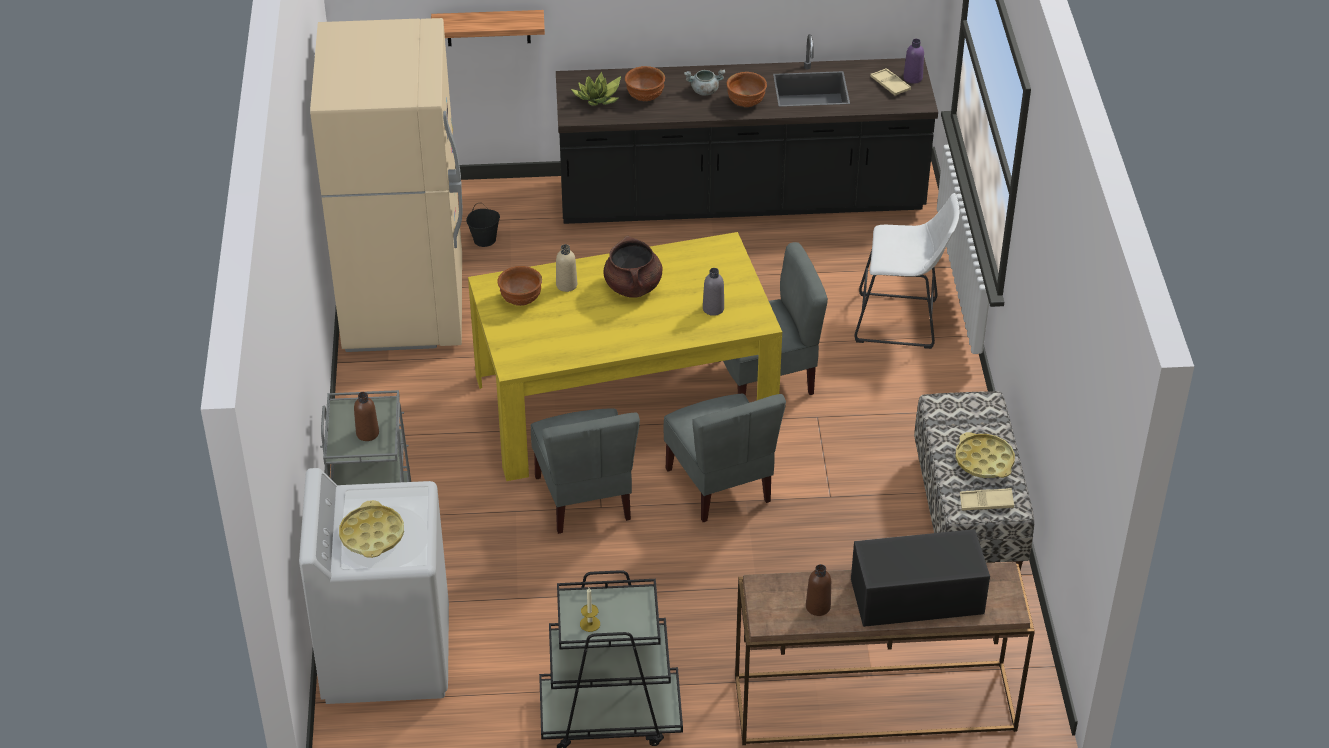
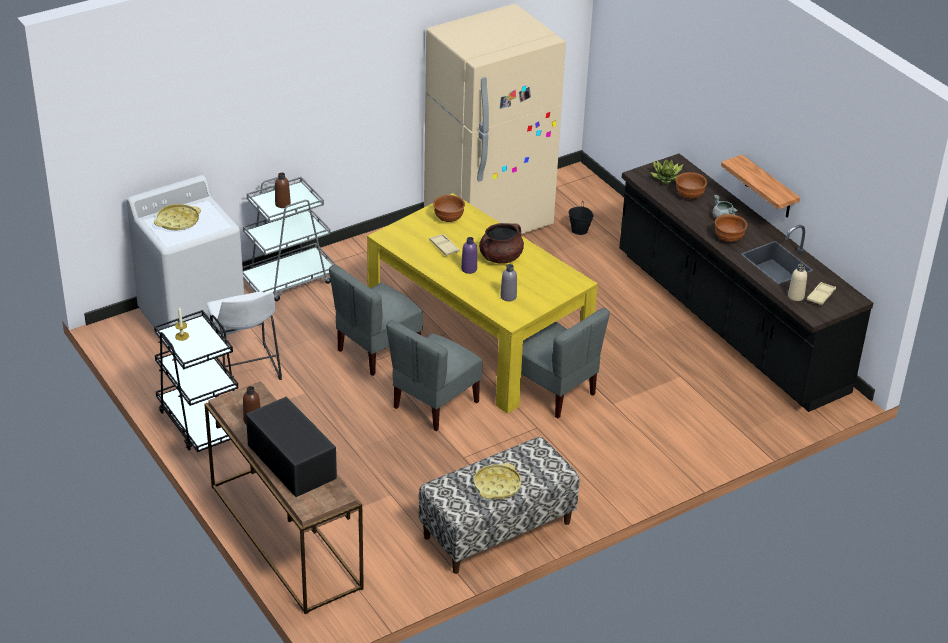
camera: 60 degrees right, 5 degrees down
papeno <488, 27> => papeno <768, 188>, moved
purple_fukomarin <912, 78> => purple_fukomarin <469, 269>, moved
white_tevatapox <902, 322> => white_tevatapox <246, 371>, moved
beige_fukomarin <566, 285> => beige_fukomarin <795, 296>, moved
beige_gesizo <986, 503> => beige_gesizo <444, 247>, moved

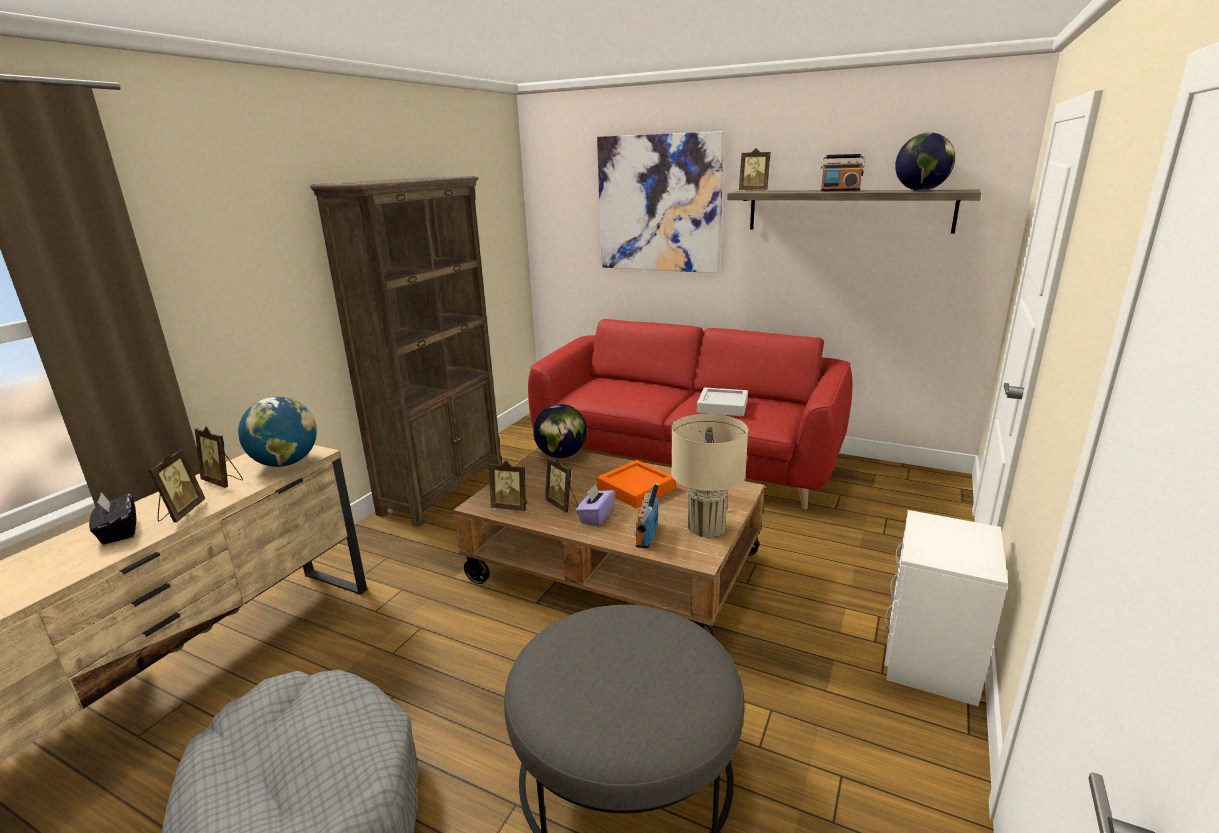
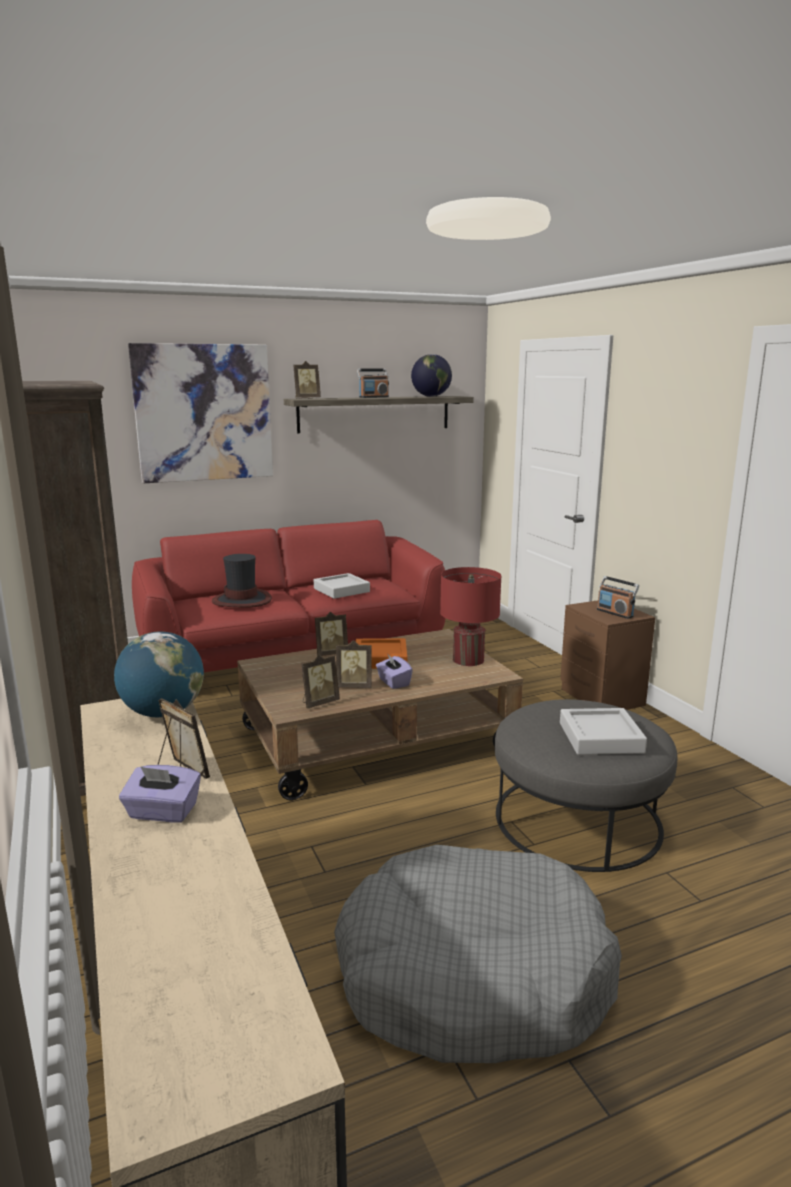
camera: 50 degrees left, 5 degrees down
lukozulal <561, 455> => nothing
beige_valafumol <706, 527> => red_valafumol <468, 660>
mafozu <223, 481> => mafozu <331, 653>, moved
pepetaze <646, 534> => pepetaze <615, 613>, moved
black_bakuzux <119, 532> => purple_bakuzux <162, 812>
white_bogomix <928, 659> => brown_bogomix <602, 698>
nothing => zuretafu <242, 600>
nothing => grey_gesizo <600, 738>

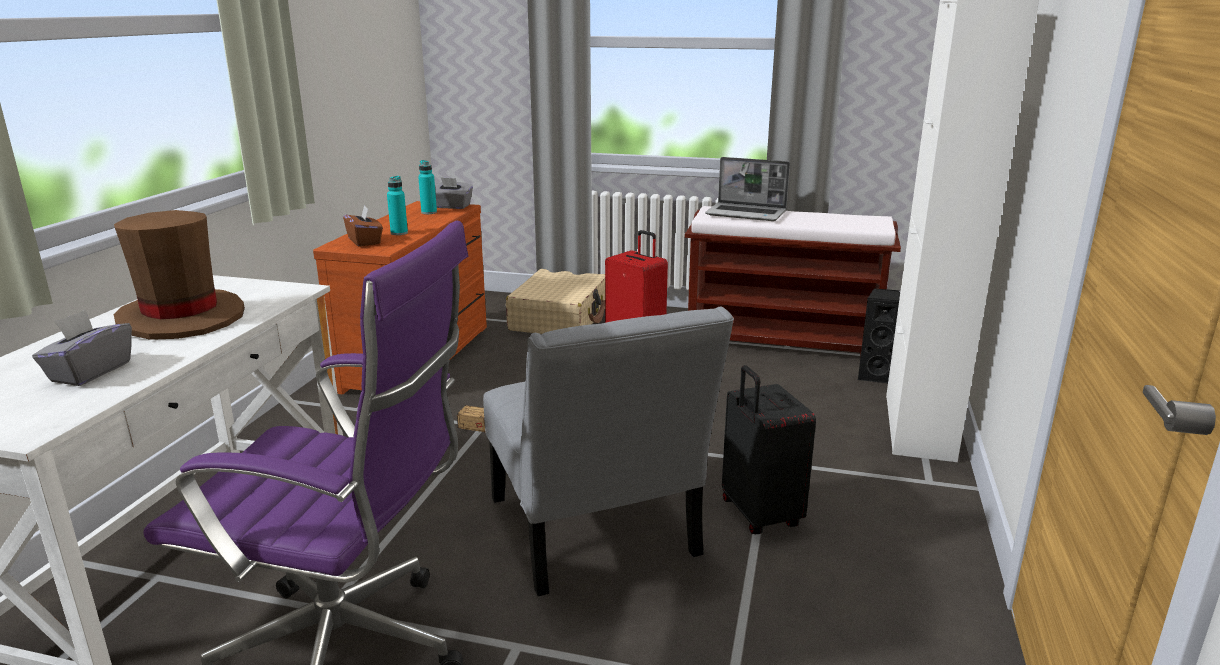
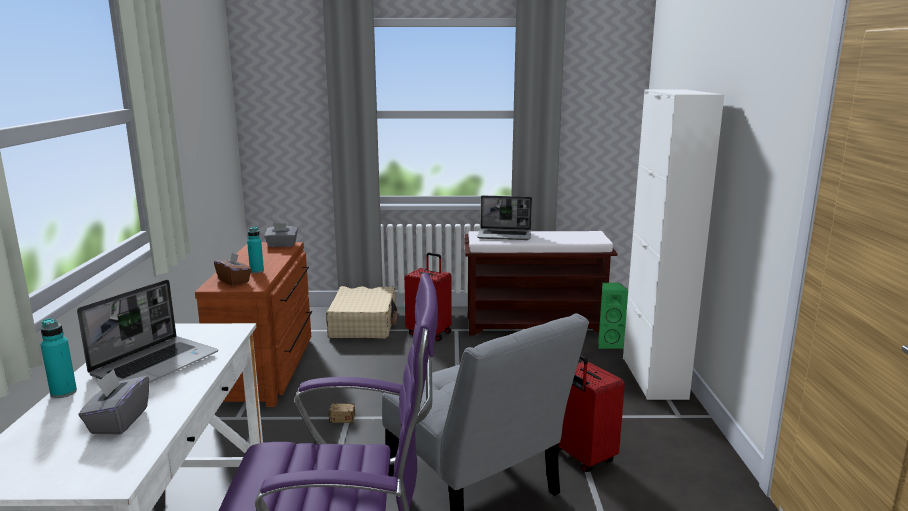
camera: 15 degrees left, 5 degrees down
turquoise_fukomarin <429, 212> => turquoise_fukomarin <63, 392>, moved
brown_zuretafu <182, 318> => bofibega <156, 364>
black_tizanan <876, 376> => green_tizanan <609, 344>
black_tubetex <758, 515> => red_tubetex <582, 457>

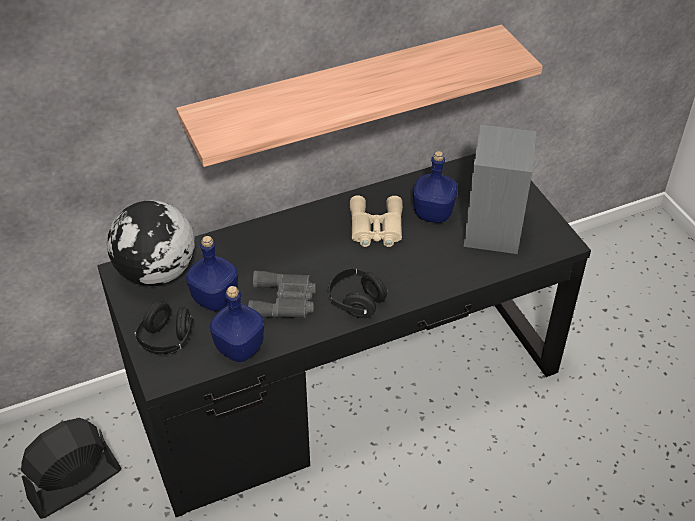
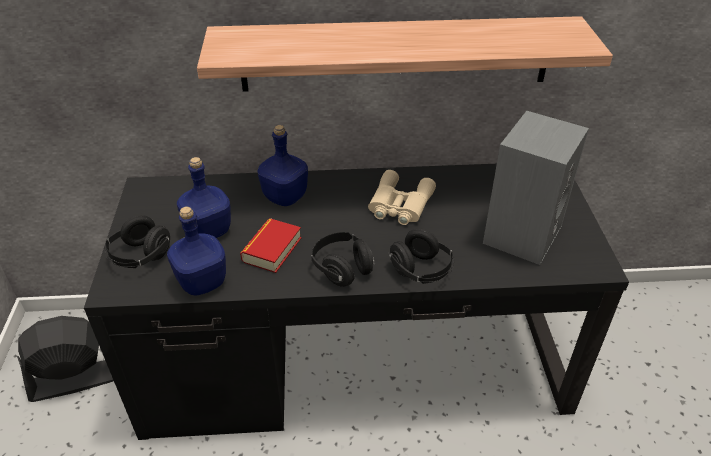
camera: 20 degrees right, 5 degrees down
blue_fukomarin <434, 213> => blue_fukomarin <286, 197>, moved
lukozulal <157, 273> => nothing
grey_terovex <284, 301> => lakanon <272, 249>
nothing => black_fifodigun <421, 271>

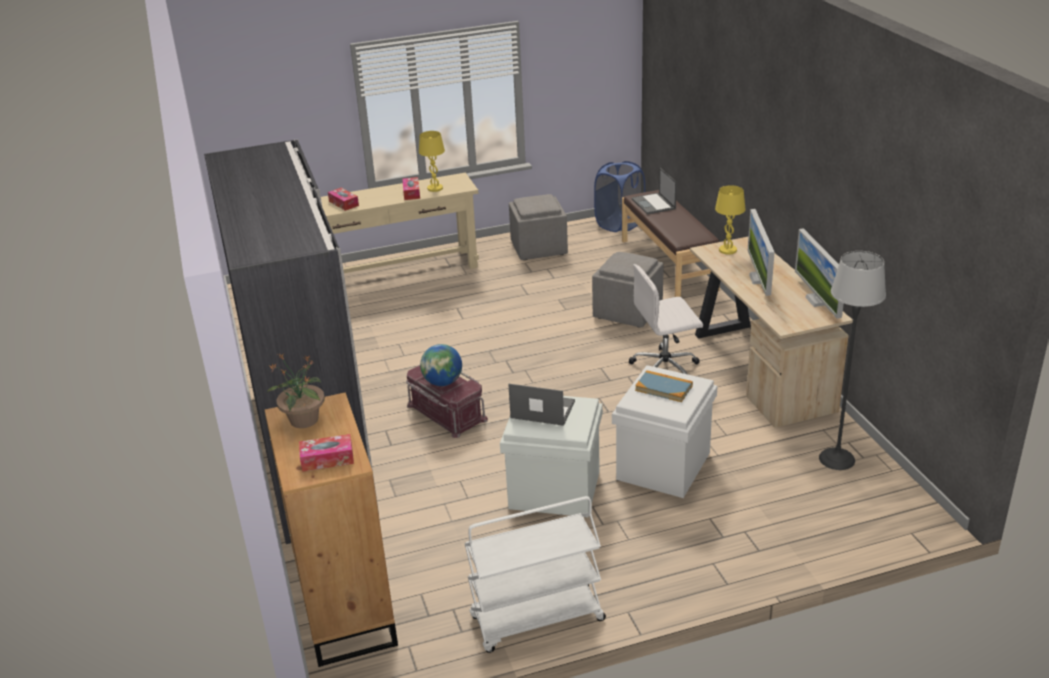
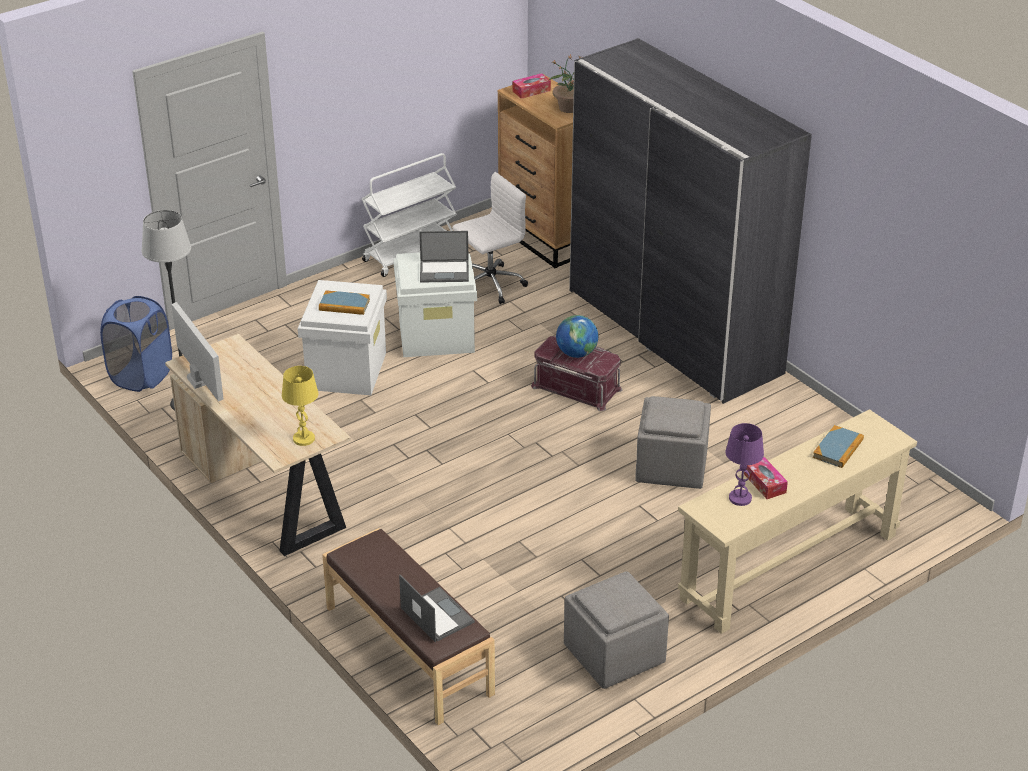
camera: 160 degrees right, 5 degrees up
yellow_valafumol <435, 188> => purple_valafumol <740, 498>
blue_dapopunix <619, 224> => blue_dapopunix <141, 376>, moved
bakuzux <343, 203> => lakanon <838, 449>
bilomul <759, 279> => nothing
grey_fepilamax <628, 312> => grey_fepilamax <670, 466>, moved
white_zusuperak <666, 369> => white_zusuperak <489, 284>, moved

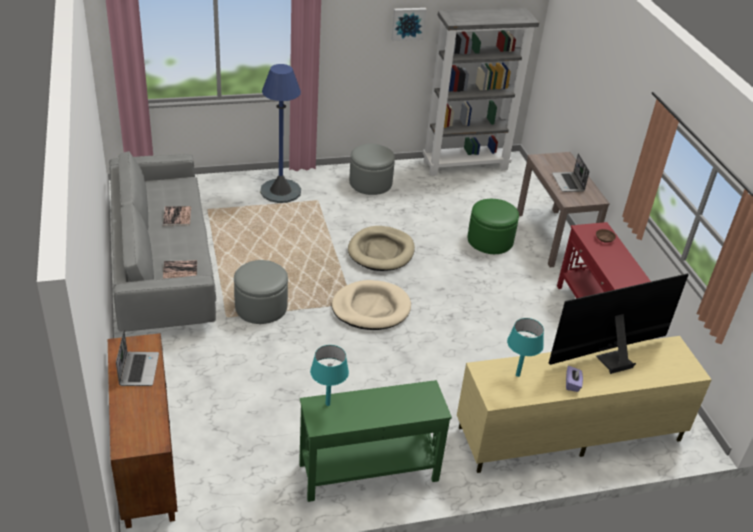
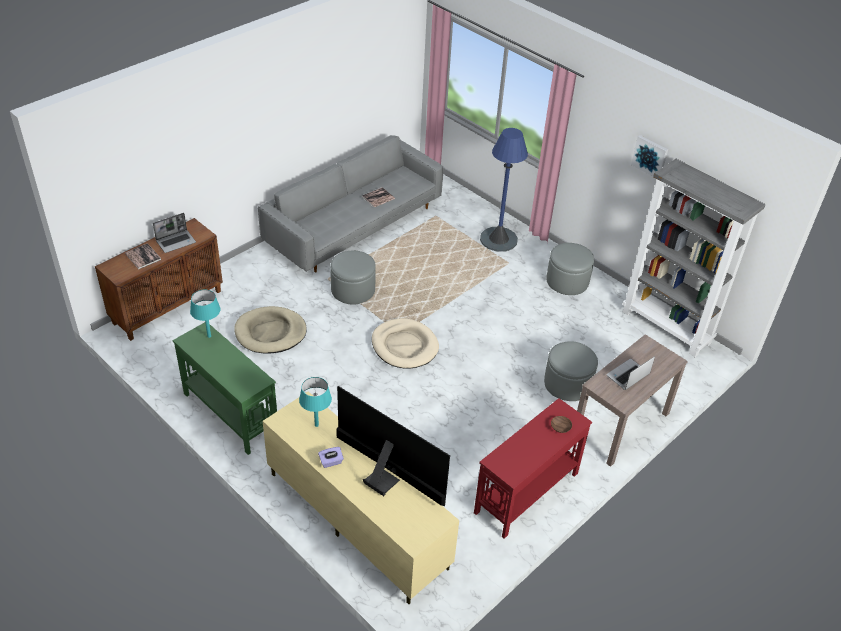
camera: 60 degrees right, 5 degrees up
green_fepilamax <490, 240> => grey_fepilamax <567, 383>
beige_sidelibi <381, 251> => beige_sidelibi <270, 332>, moved
lakanon <180, 271> => lakanon <143, 257>, moved

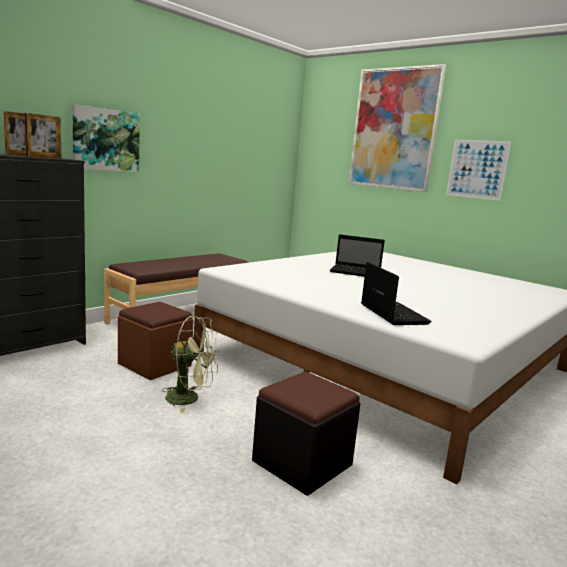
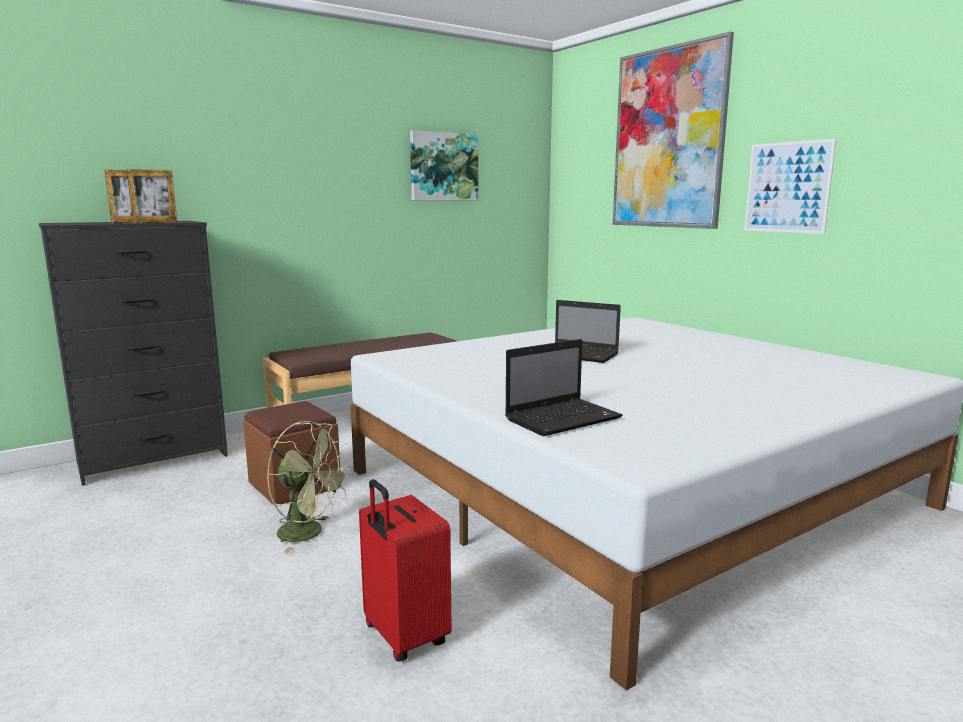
camera: 15 degrees right, 0 degrees up
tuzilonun <106, 140> => tuzilonun <443, 166>, moved
bofibega <392, 314> => bofibega <564, 418>, 60 degrees clockwise
black_fepilamax <302, 463> => red_tubetex <403, 637>

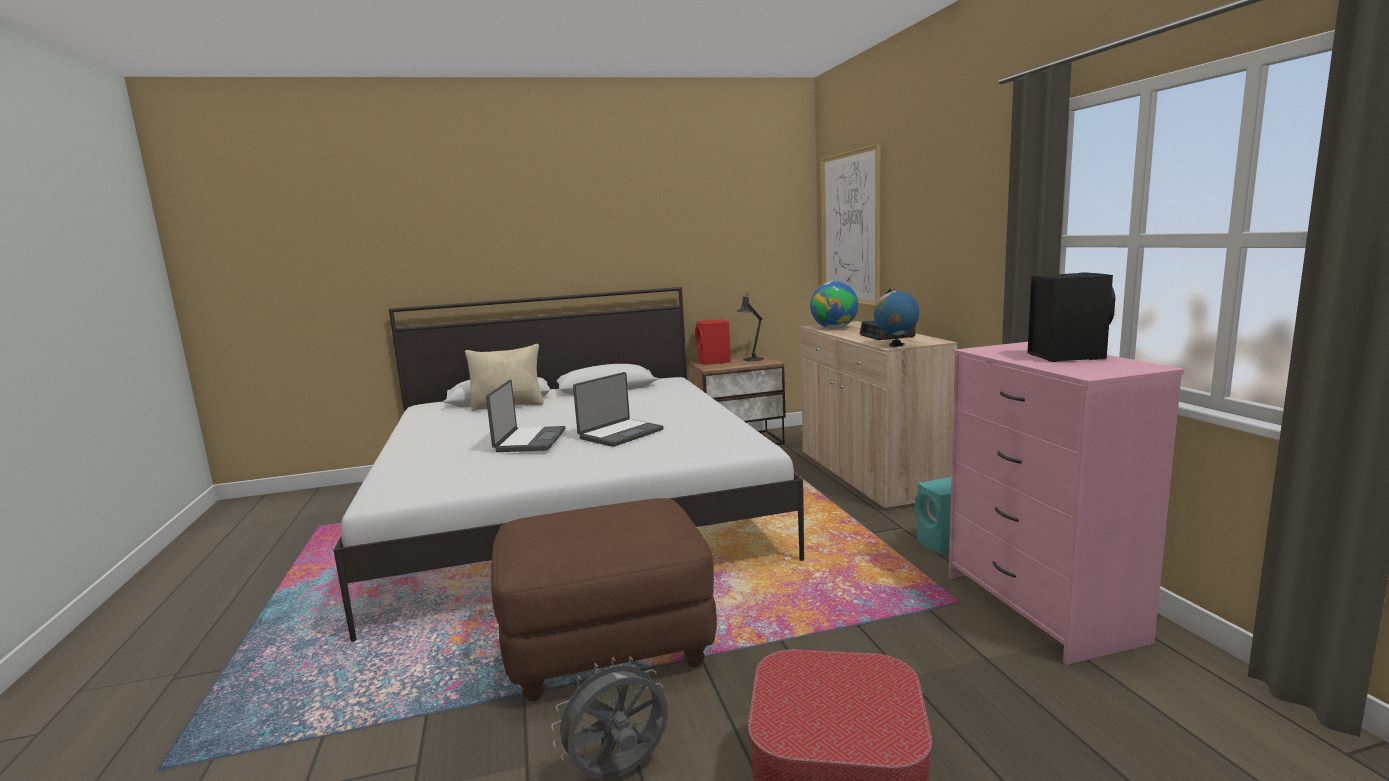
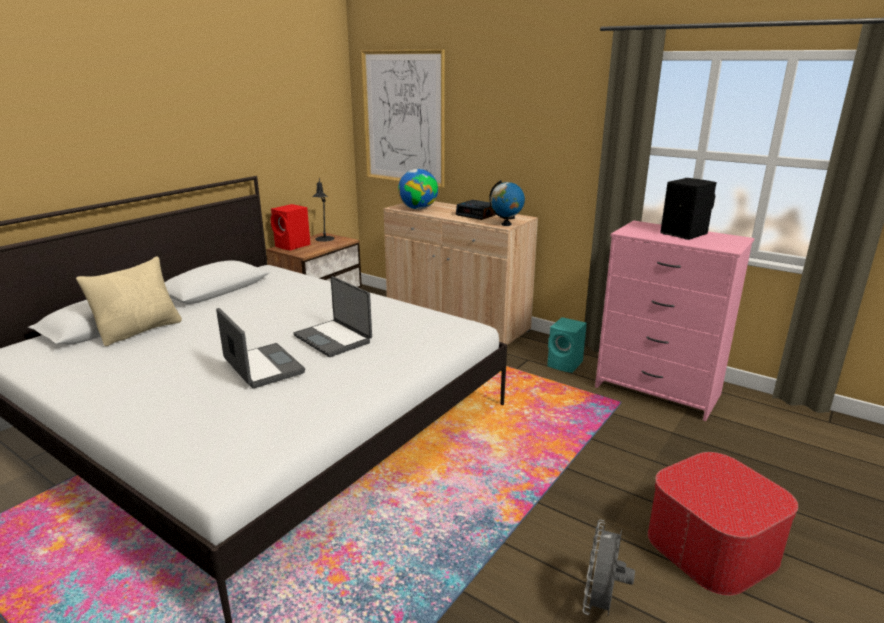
camera: 40 degrees left, 10 degrees up
bofibega <620, 434> => bofibega <334, 339>, 135 degrees clockwise
brown_fepilamax <608, 646> => nothing

